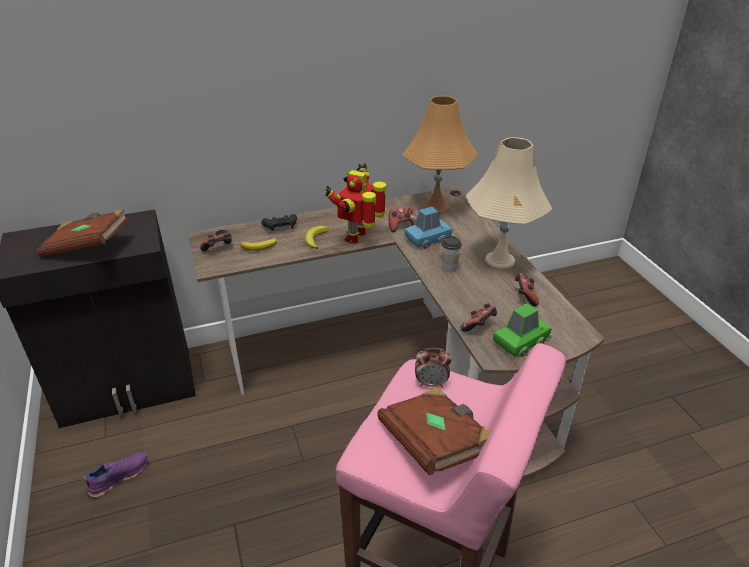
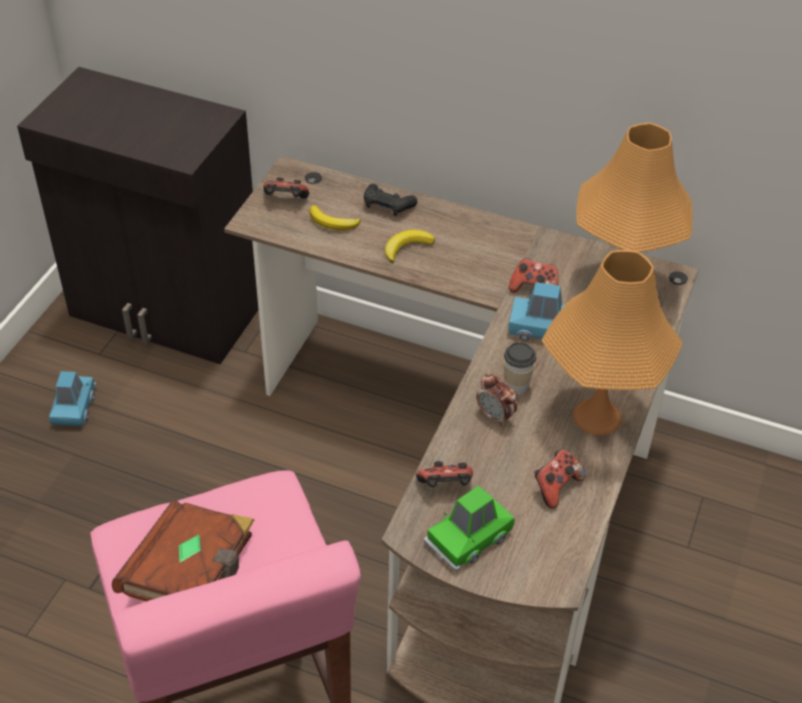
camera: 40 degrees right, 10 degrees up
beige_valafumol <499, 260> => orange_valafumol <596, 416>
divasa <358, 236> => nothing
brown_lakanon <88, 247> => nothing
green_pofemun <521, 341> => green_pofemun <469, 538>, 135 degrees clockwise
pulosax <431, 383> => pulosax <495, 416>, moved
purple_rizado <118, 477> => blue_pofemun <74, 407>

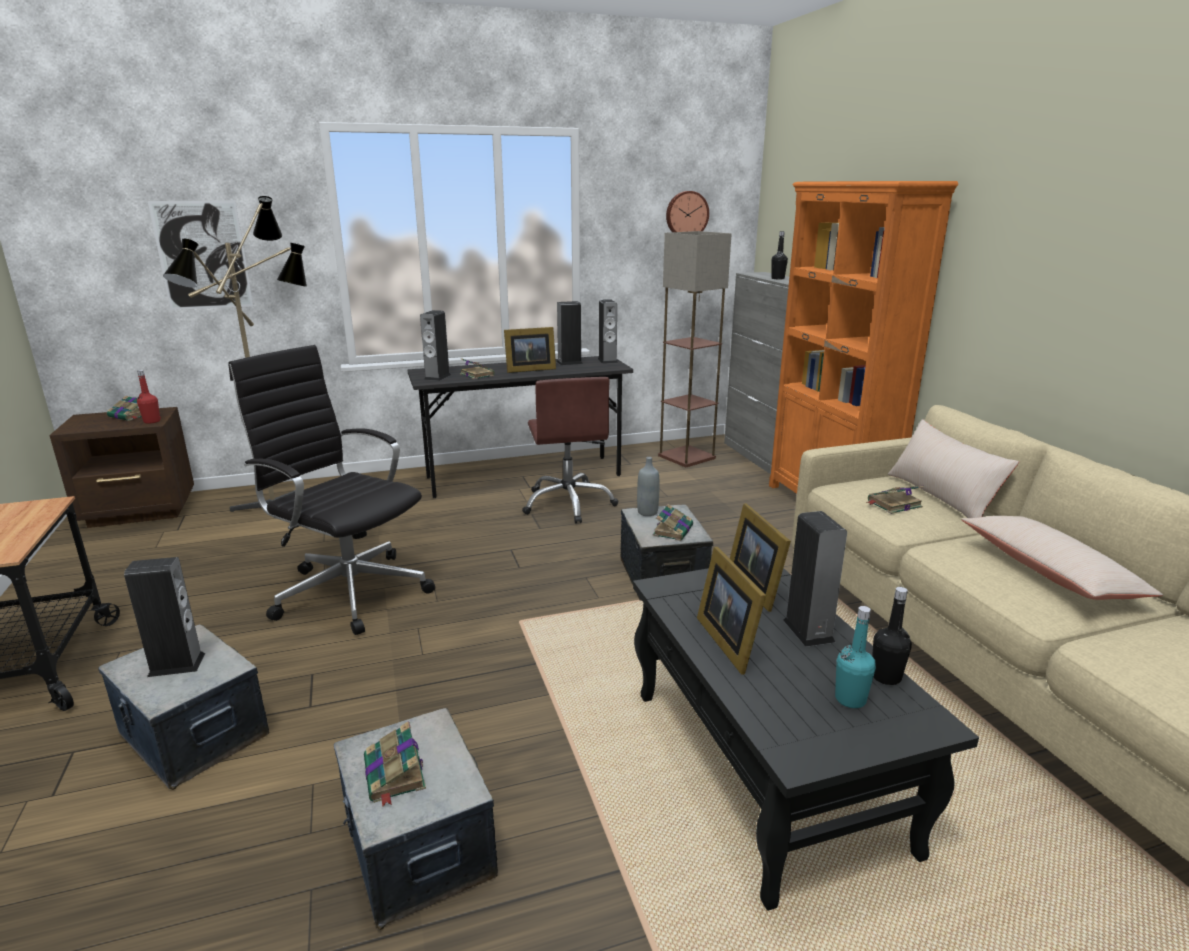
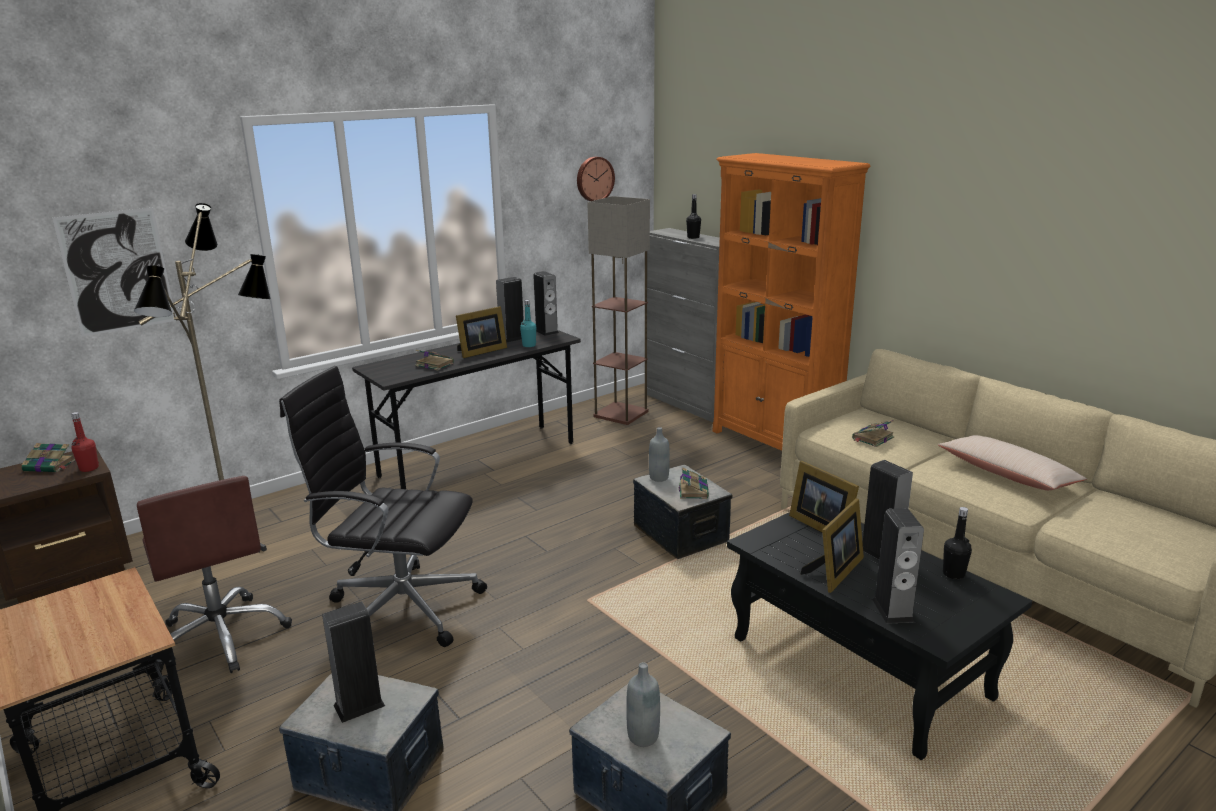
camera: 20 degrees left, 0 degrees up
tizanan <437, 377> => tizanan <892, 610>, moved
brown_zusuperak <569, 503> => brown_zusuperak <222, 637>, moved
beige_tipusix <942, 496> => nothing
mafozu <729, 640> => mafozu <835, 572>, 105 degrees counterclockwise
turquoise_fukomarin <850, 699> => turquoise_fukomarin <529, 345>, moved
lakanon <395, 775> => grey_fukomarin <643, 737>

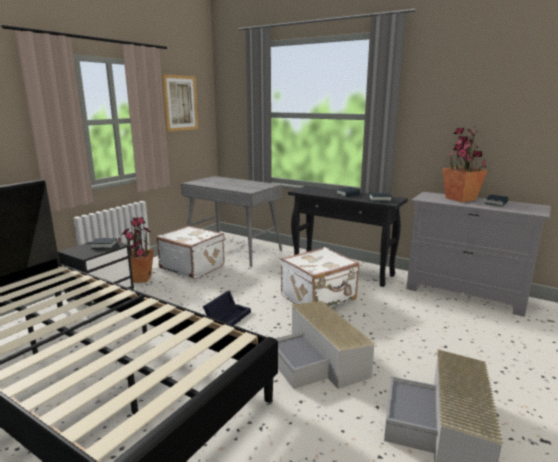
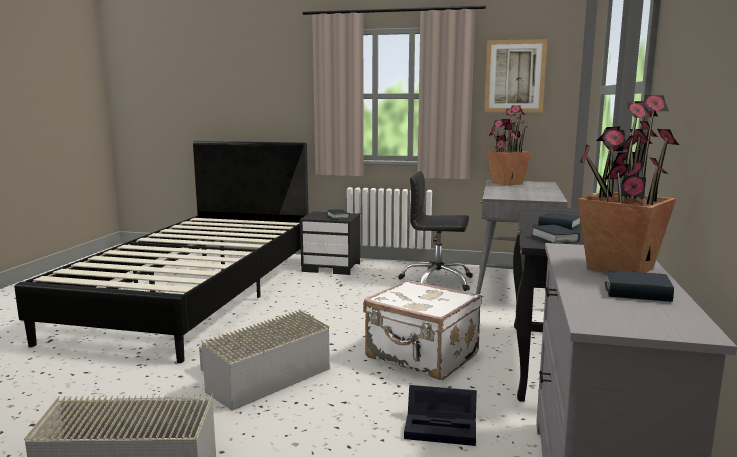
camera: 70 degrees right, 5 degrees down
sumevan <139, 279> => sumevan <506, 183>, moved
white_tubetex <193, 267> => black_zusuperak <437, 281>
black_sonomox <228, 316> => black_sonomox <443, 427>, moved

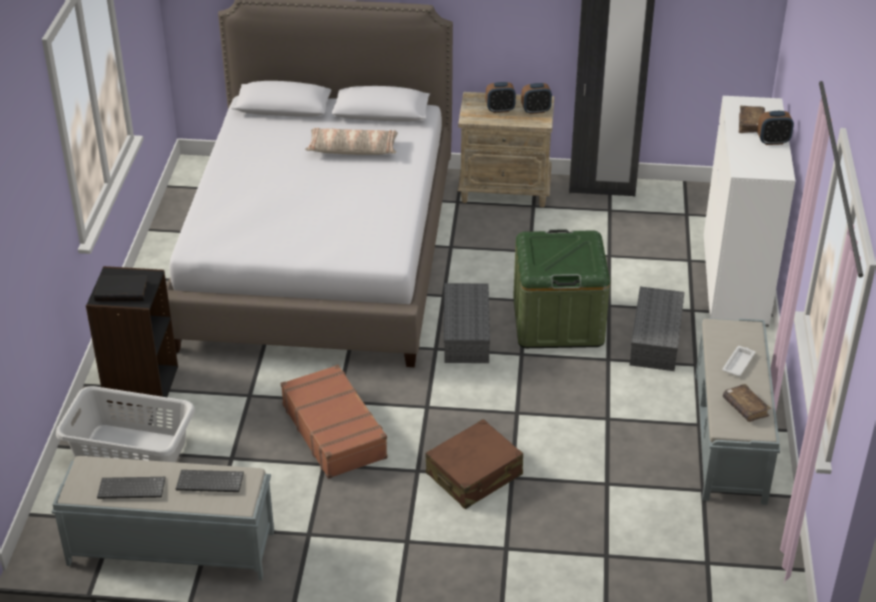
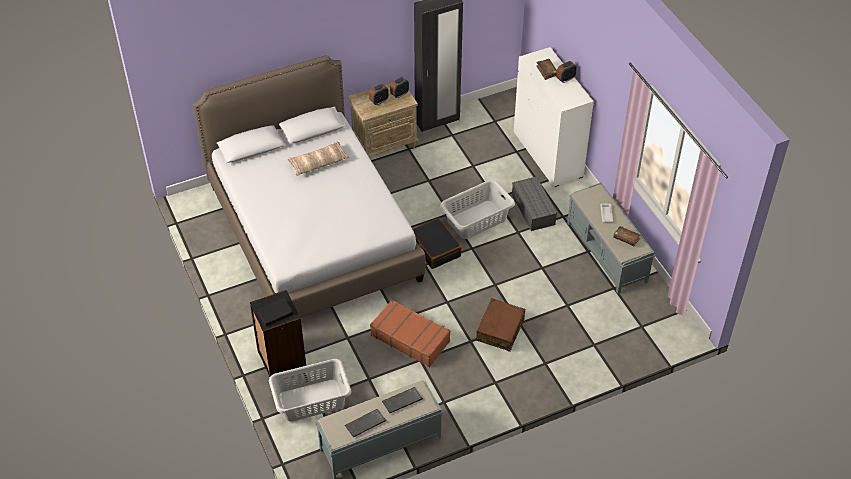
camera: 30 degrees left, 10 degrees up
green_sonomox <558, 321> => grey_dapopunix <476, 220>
grey_sonomox <467, 335> => black_tubetex <435, 248>

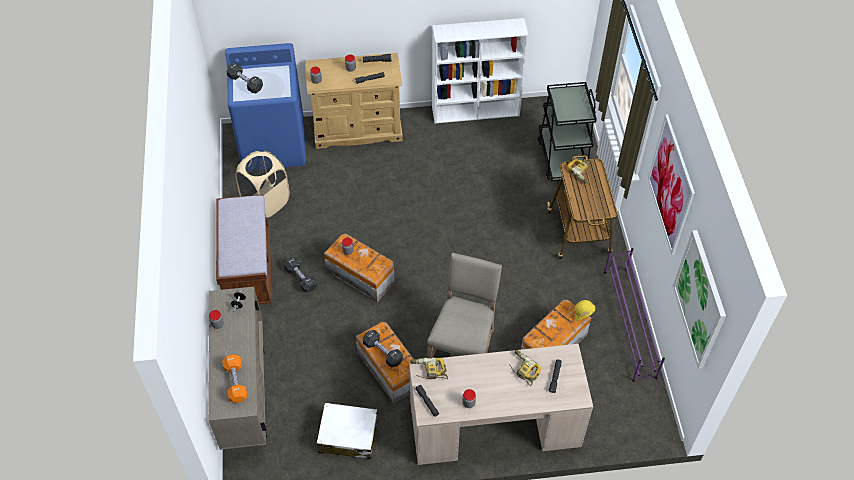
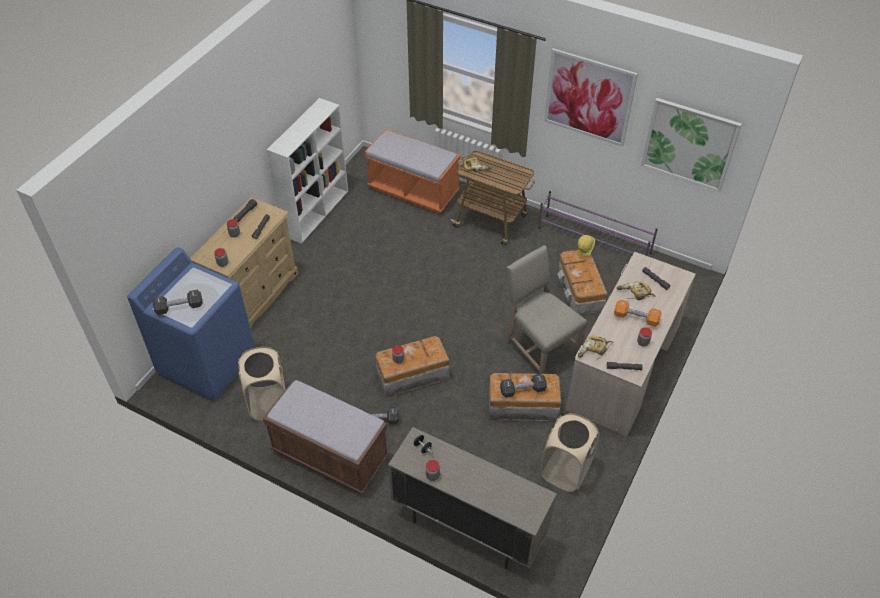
camera: 55 degrees left, 5 degrees down
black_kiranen <562, 158> => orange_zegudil <413, 191>
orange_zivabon <236, 382> => orange_zivabon <636, 318>, moved
white_tubetex <348, 435> => beige_dapopunix <566, 470>

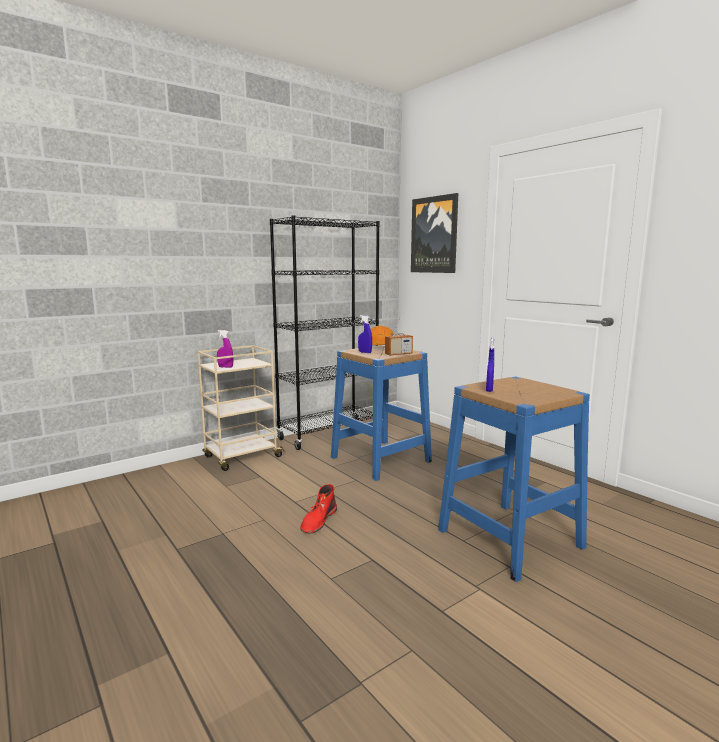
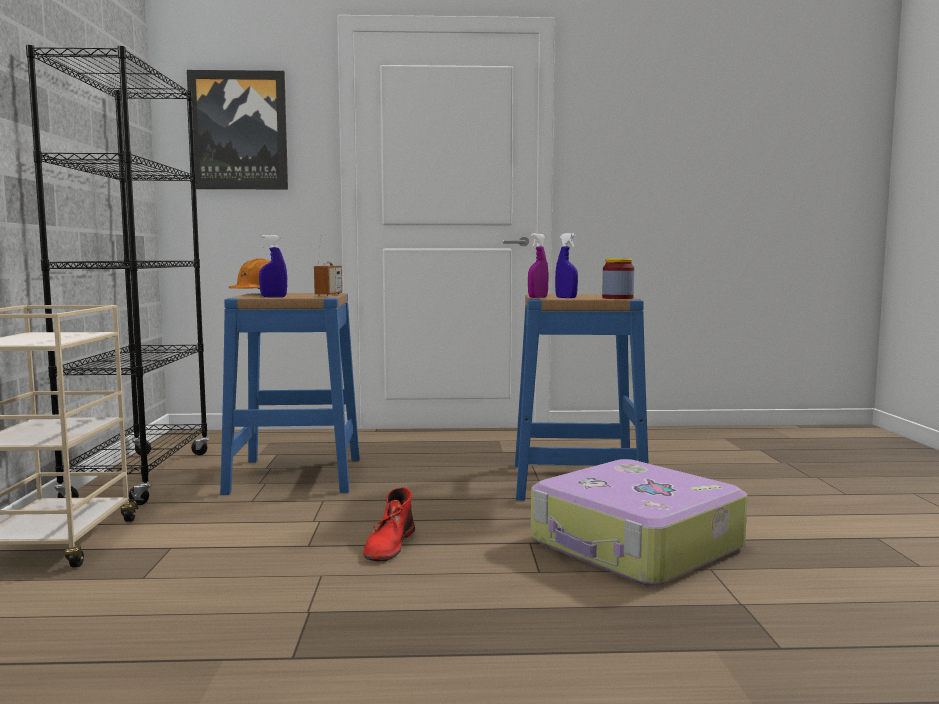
camera: 55 degrees left, 5 degrees down
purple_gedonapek <225, 367> => purple_gedonapek <537, 297>, moved
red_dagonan <318, 520> => red_dagonan <389, 545>, 45 degrees clockwise
nothing => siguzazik <617, 298>
nothing => tubetex <635, 545>

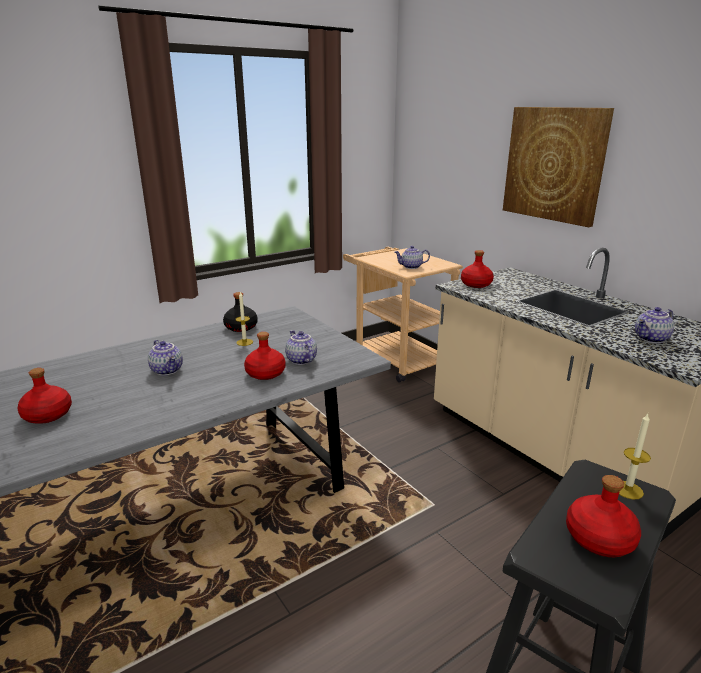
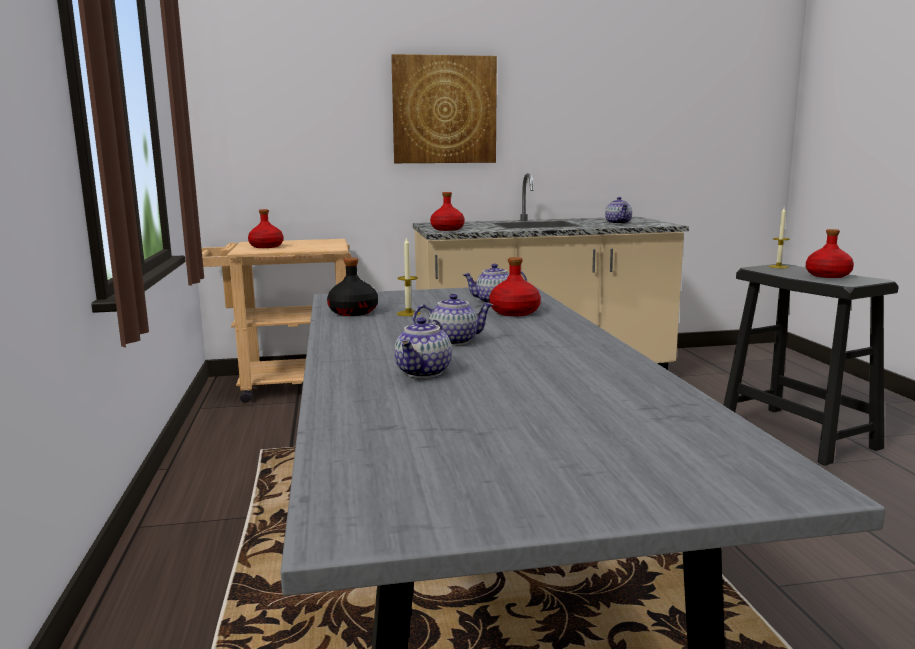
camera: 65 degrees left, 10 degrees down
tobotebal <411, 267> => tobotebal <424, 373>, moved
red_fukomarin <48, 415> => red_fukomarin <266, 246>, moved

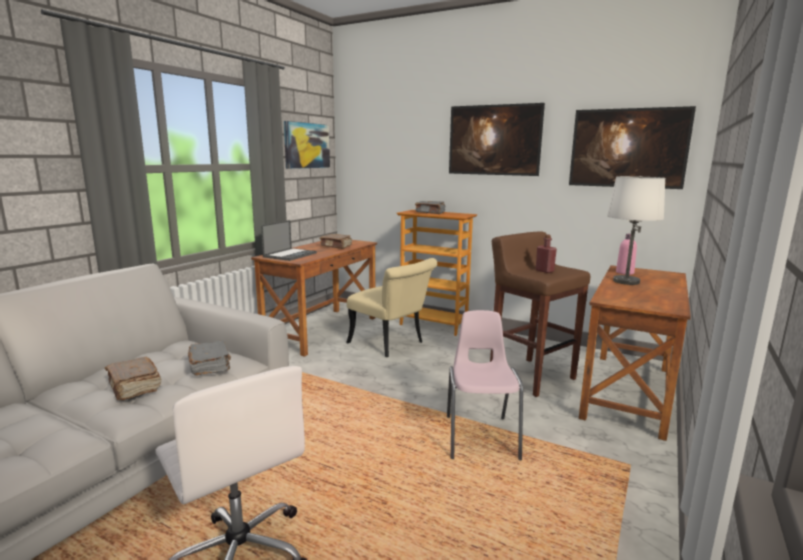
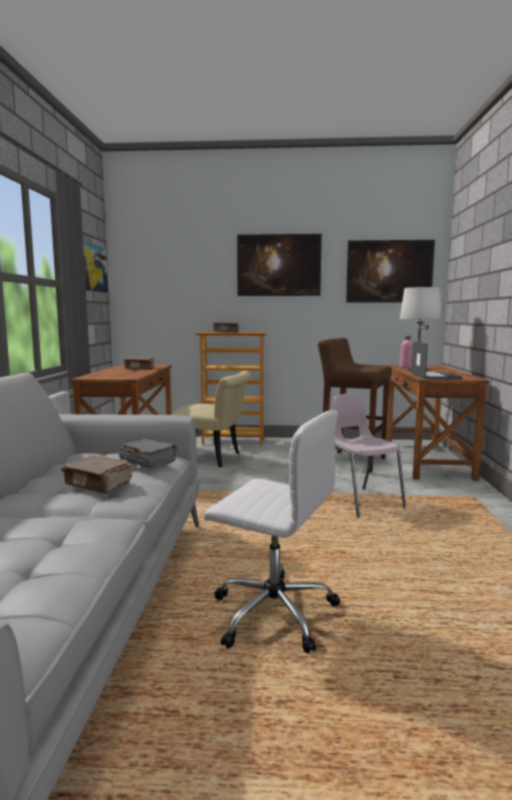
camera: 25 degrees left, 5 degrees down
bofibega <290, 255> => bofibega <435, 376>, moved
red_fukomarin <544, 271> => nothing

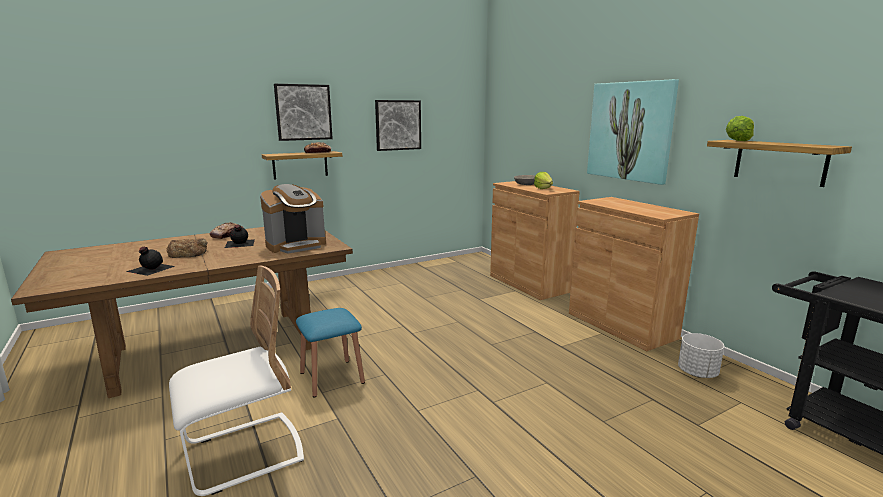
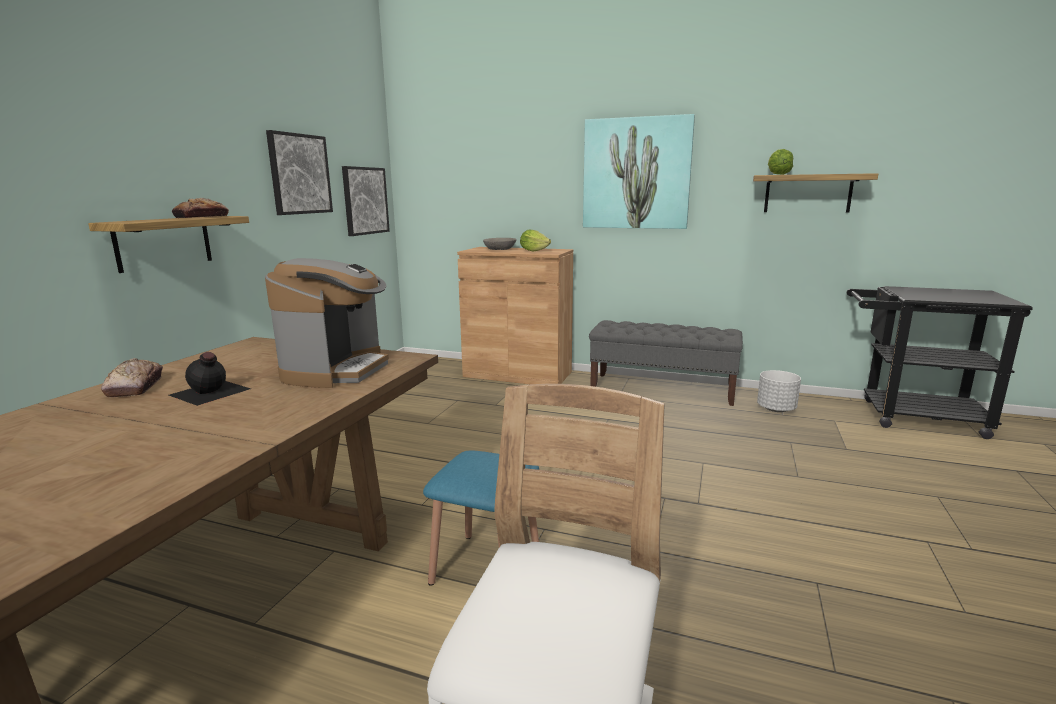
camera: 40 degrees left, 0 degrees up
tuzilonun <303, 112> => tuzilonun <365, 201>, moved
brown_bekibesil <621, 325> => grey_zegudil <662, 389>
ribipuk <188, 253> => nothing
black_fukomarin <150, 269> => nothing

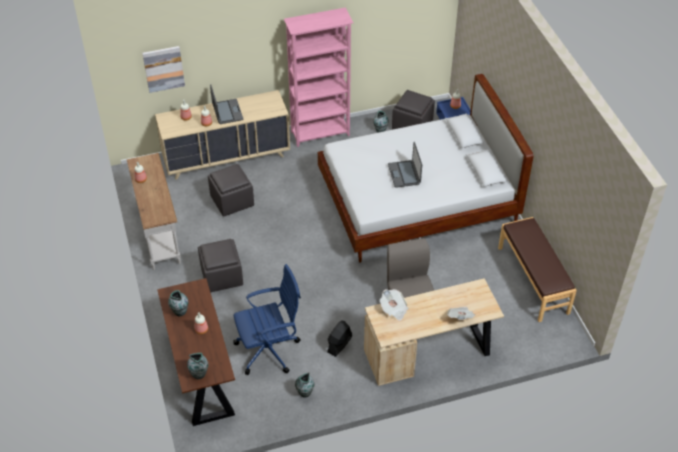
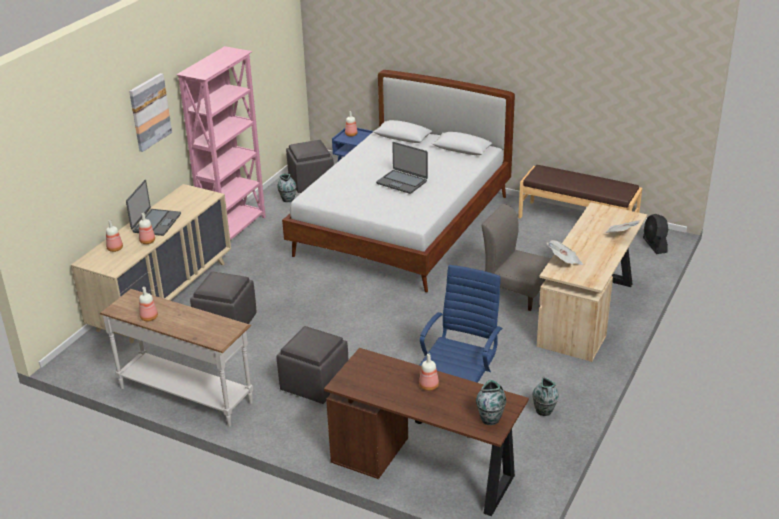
camera: 45 degrees left, 15 degrees down
tuzilonun <163, 68> => tuzilonun <149, 112>, moved
bofibega <227, 112> => bofibega <156, 223>, 75 degrees clockwise
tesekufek <180, 311> => nothing
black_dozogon <339, 344> => black_dozogon <654, 245>, moved

